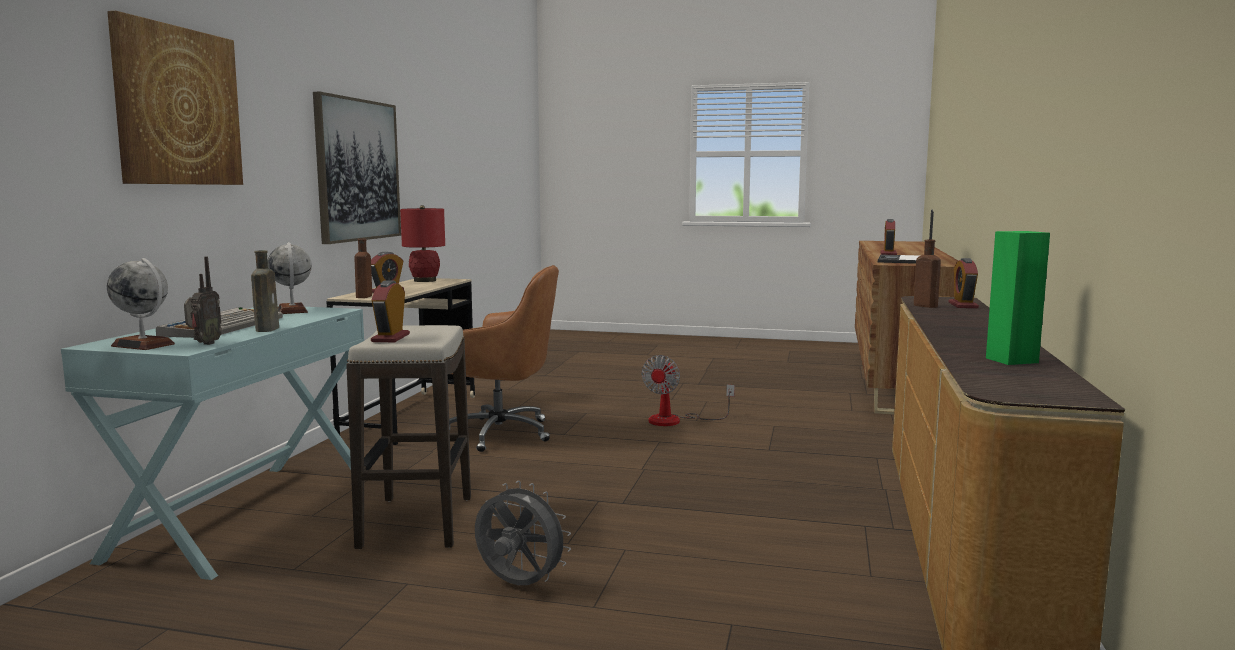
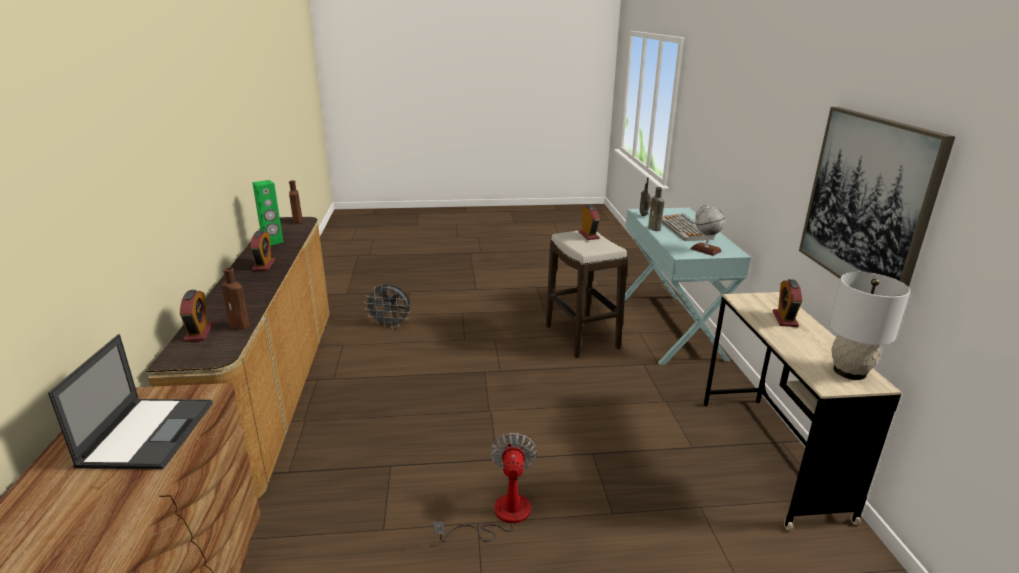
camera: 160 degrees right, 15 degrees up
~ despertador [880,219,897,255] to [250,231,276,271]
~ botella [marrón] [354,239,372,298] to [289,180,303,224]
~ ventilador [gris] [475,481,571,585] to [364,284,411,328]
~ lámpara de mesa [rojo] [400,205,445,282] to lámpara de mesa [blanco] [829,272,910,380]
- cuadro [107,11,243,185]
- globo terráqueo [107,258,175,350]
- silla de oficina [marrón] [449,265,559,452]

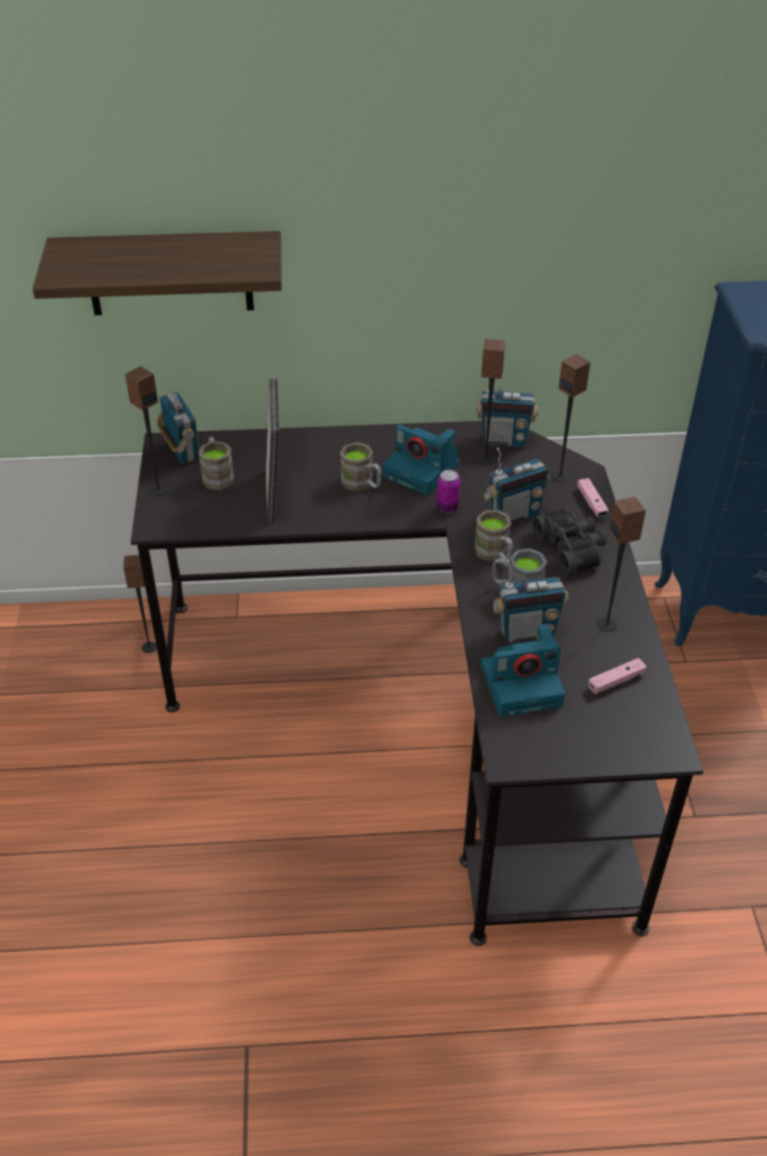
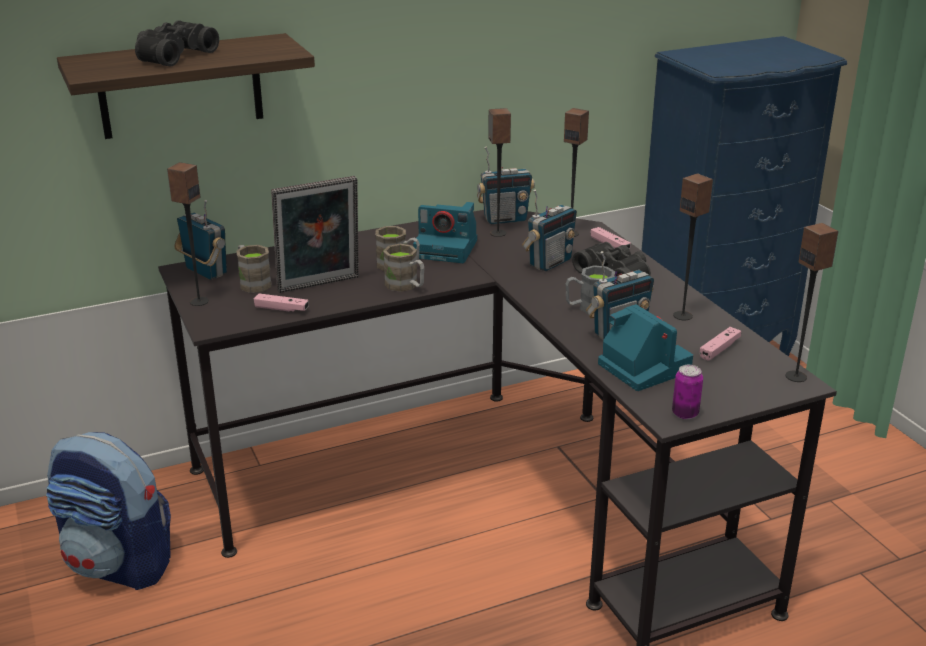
camera: 20 degrees left, 15 degrees down
+ mochila [46,432,171,590]
+ prismáticos [negro] [135,20,219,67]
+ mando de consola [rosa] [254,293,309,312]
~ portarretratos [266,379,279,522] = [271,176,359,293] 90 degrees clockwise
~ taza grande [marrón] [474,510,513,562] to [383,244,425,292]
~ cámara [481,624,565,717] = [598,304,693,391] 90 degrees counterclockwise
~ lata [437,470,460,513] to [672,365,703,419]
~ altavoz [123,555,157,653] to [785,223,839,382]

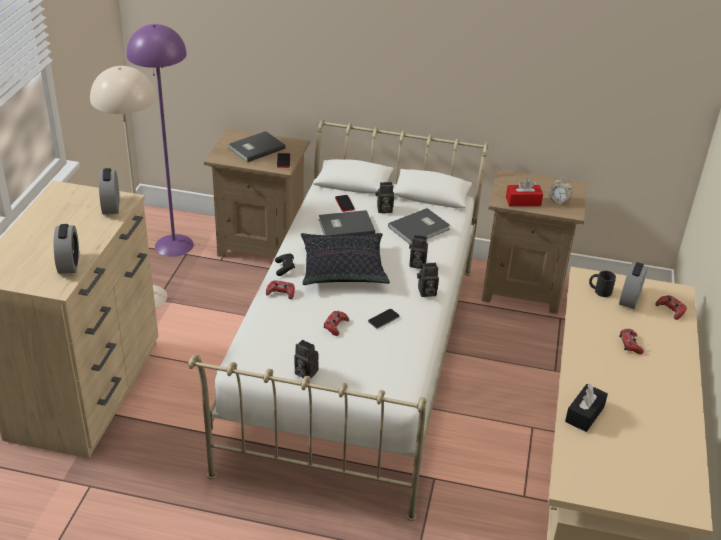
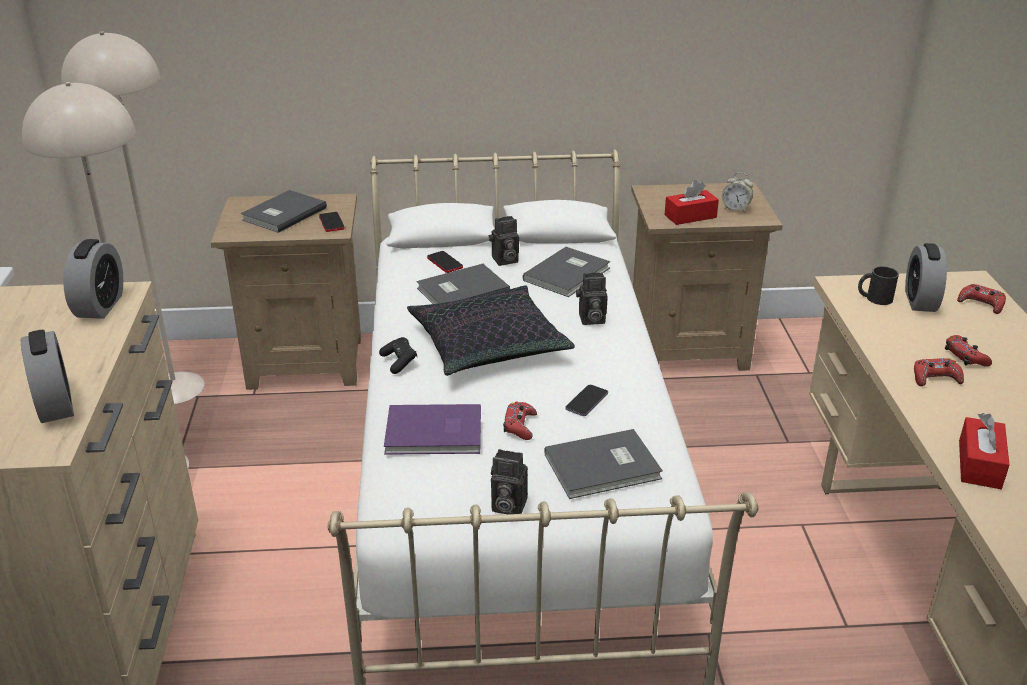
camera: 15 degrees left, 5 degrees down
~ lámpara de pie [morado] [126,24,194,257] to lámpara de pie [beis] [61,32,205,404]
~ despertador [99,168,120,214] = [63,239,123,319] 150 degrees counterclockwise
+ libro [morado] [384,404,481,455]
+ libro [gris] [544,429,663,499]
~ mando de consola [rojo] [266,281,295,299] to [914,358,964,386]
~ caja de pañuelos [negro] [565,384,608,432] to caja de pañuelos [rojo] [959,413,1009,489]
- cámara [417,263,439,297]

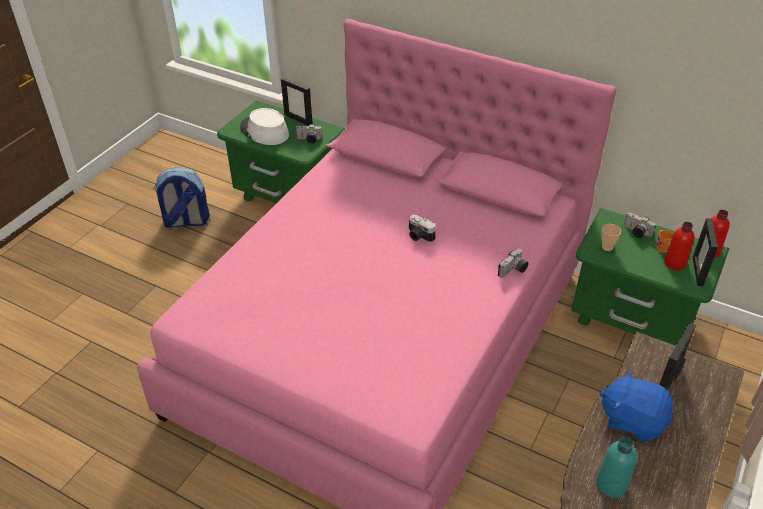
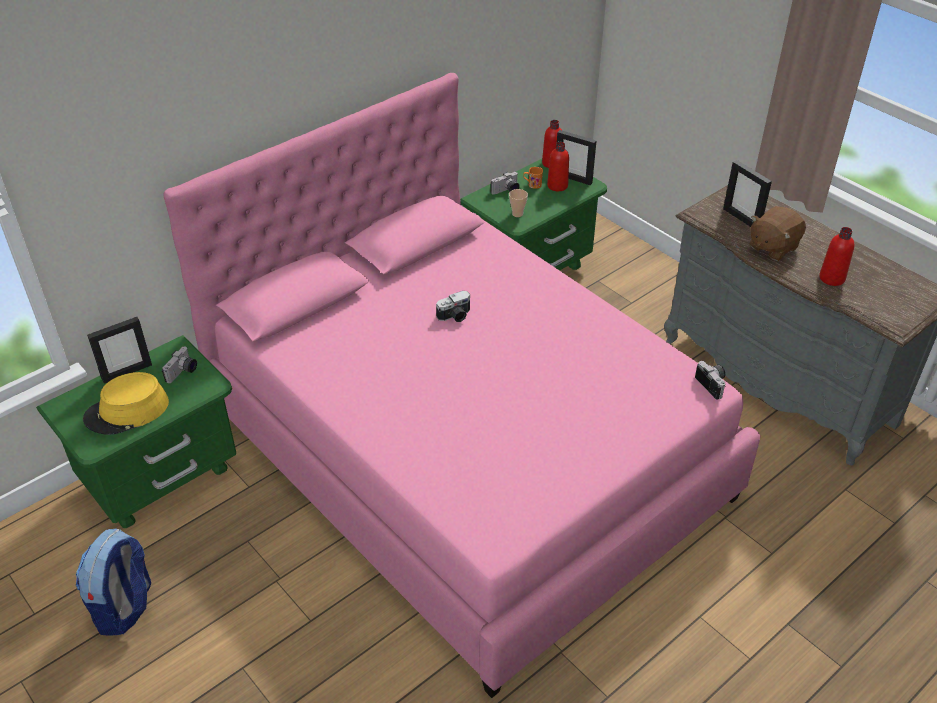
camera: 70 degrees left, 0 degrees up
~ sombrero [blanco] [240,108,289,145] to sombrero [amarillo] [83,372,169,435]
~ cámara [498,248,528,278] to [695,361,726,400]
~ peluche [azul] [599,370,673,442] to peluche [marrón] [749,206,806,261]
~ botella [turquesa] [596,437,637,498] to botella [rojo] [819,227,854,286]

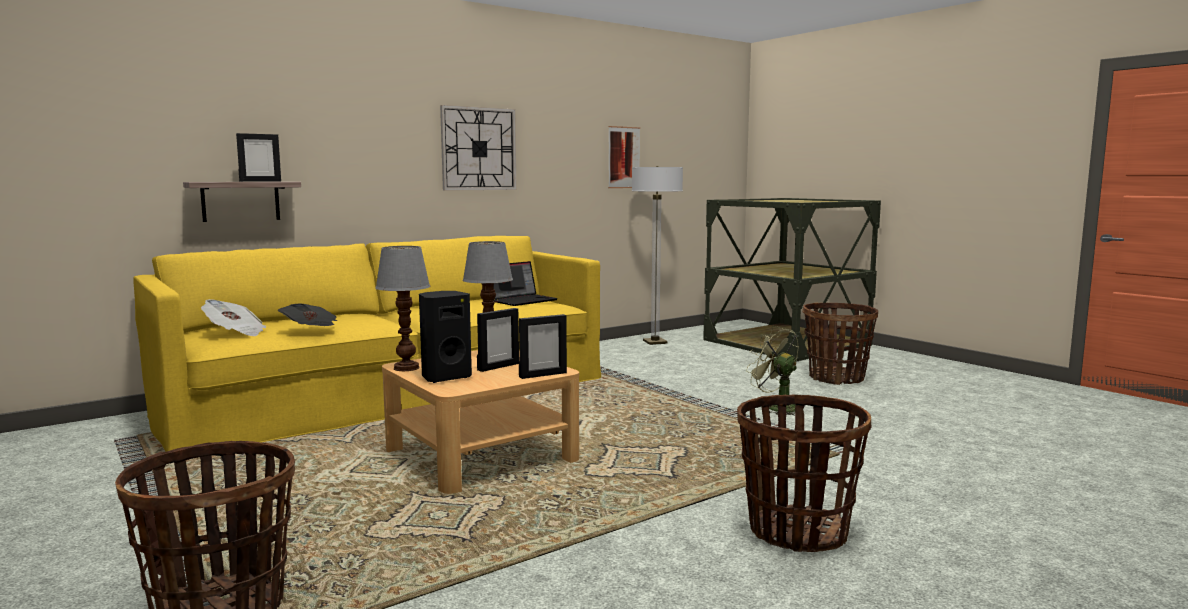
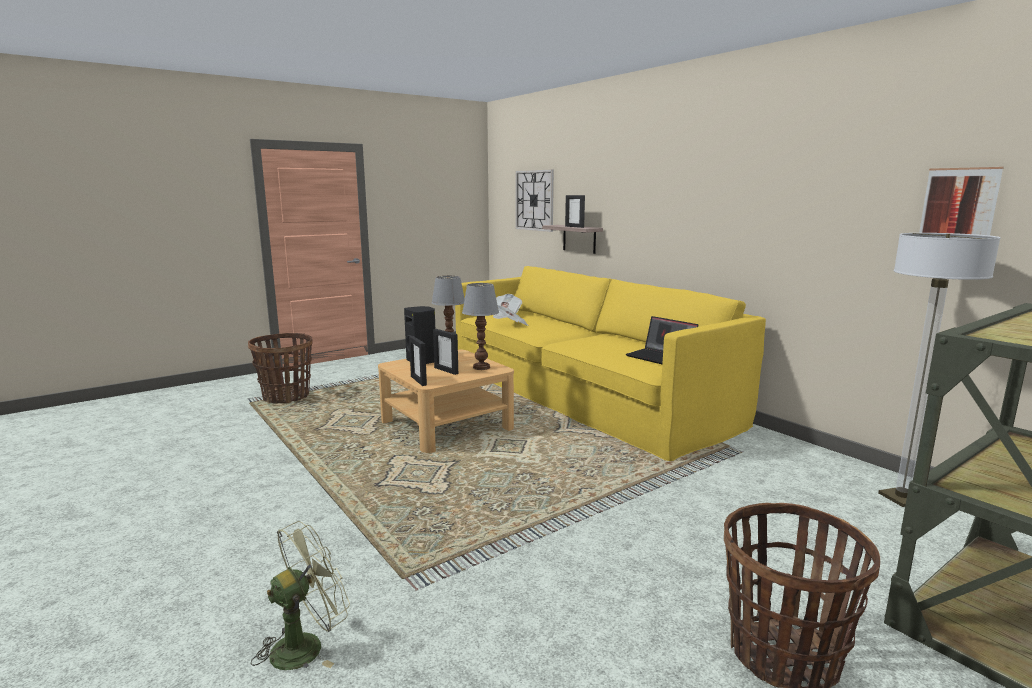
camera: 90 degrees right, 5 degrees up
~ ventilador [verde] [746,326,799,415] to [251,521,350,670]
~ reloj de pared [440,105,517,191] to [515,170,554,232]
- cesta [737,395,871,552]

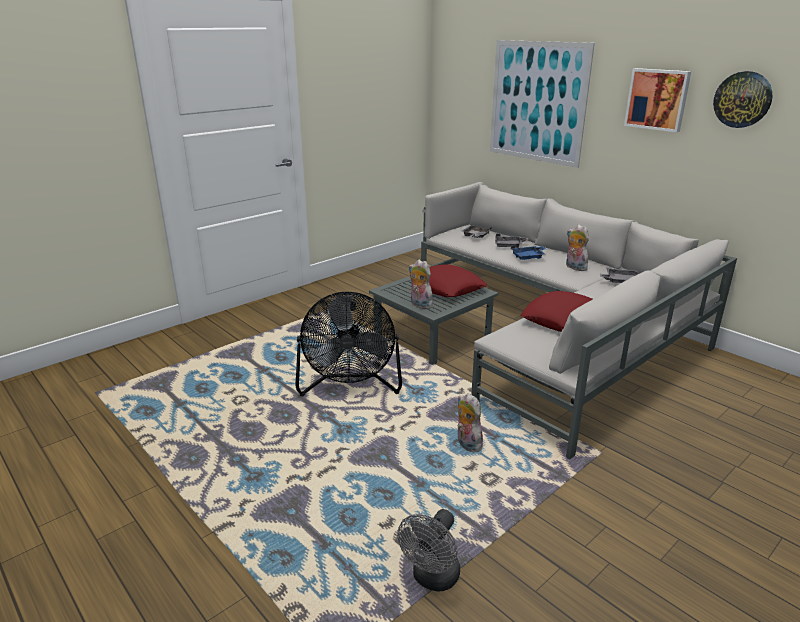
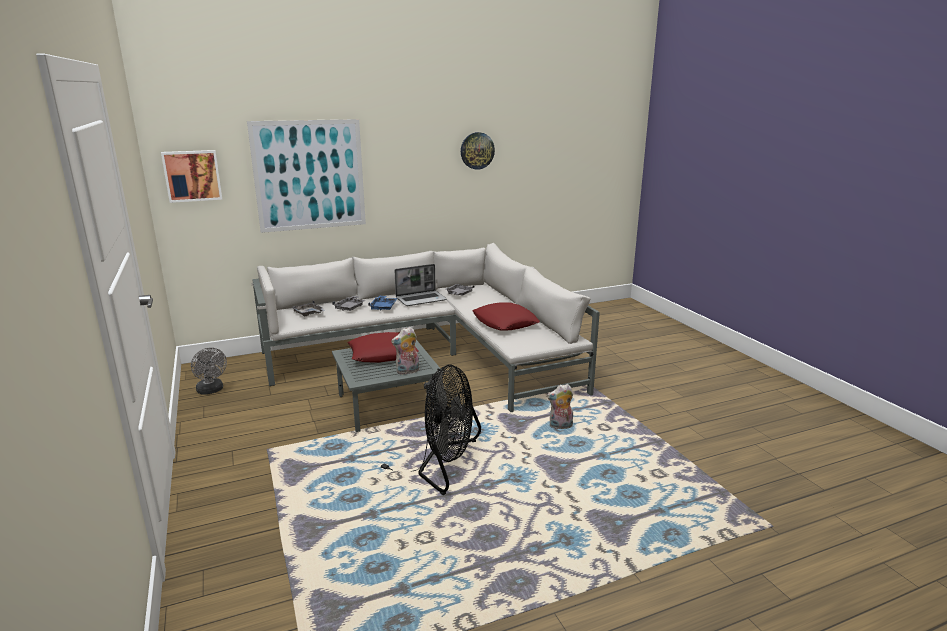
camera: 70 degrees left, 5 degrees down
~ cuadro [624,68,691,132] to [161,150,222,203]
~ ventilador [gris] [397,509,460,592] to [191,348,227,395]
~ peluche [566,224,589,271] to portátil [395,264,447,306]

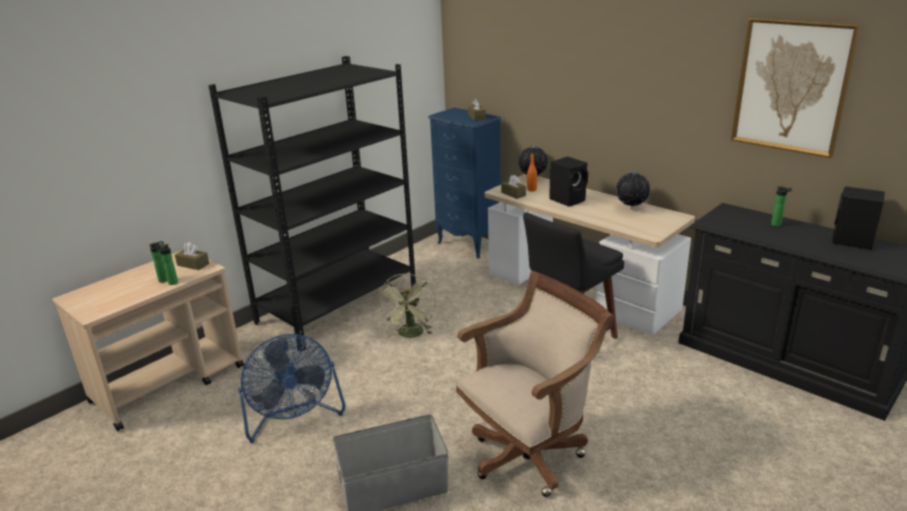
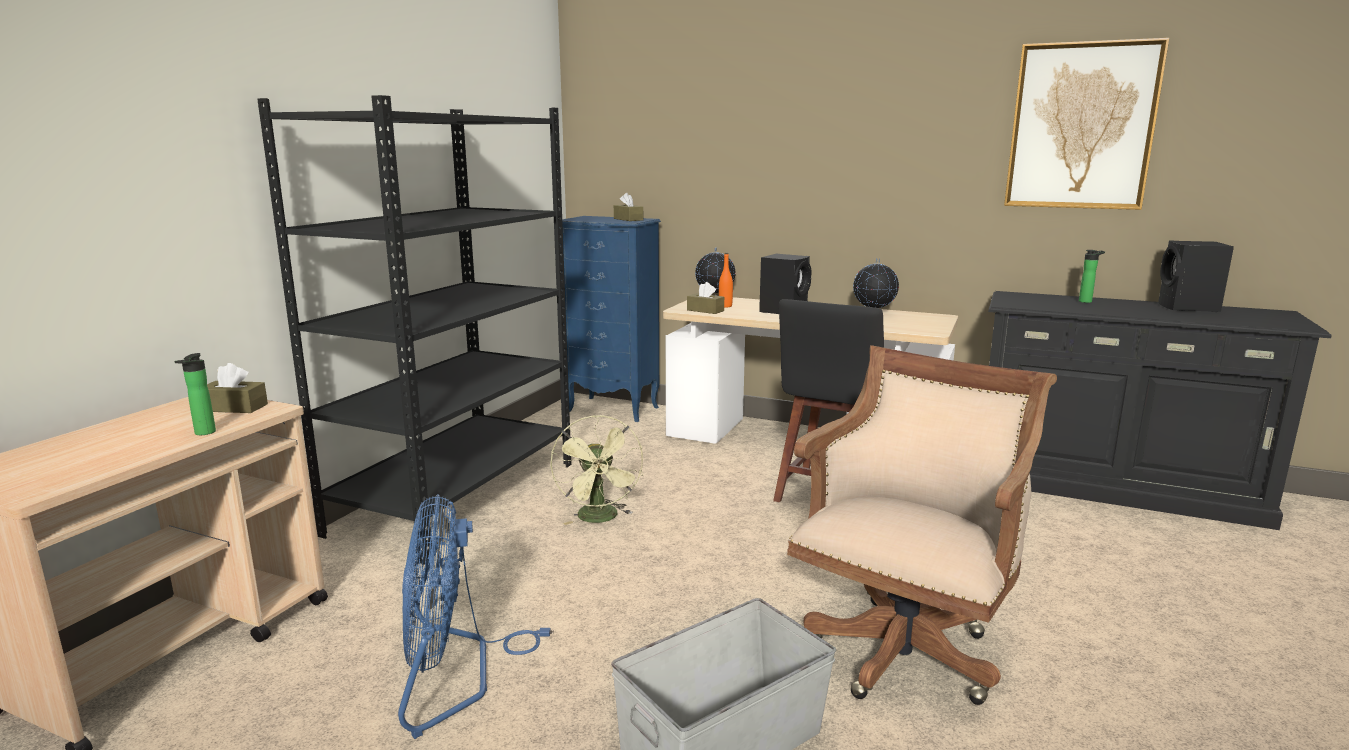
camera: 20 degrees left, 10 degrees down
~ ventilador [azul] [238,334,345,443] = [398,494,554,739] 120 degrees clockwise
- botella [149,241,167,282]

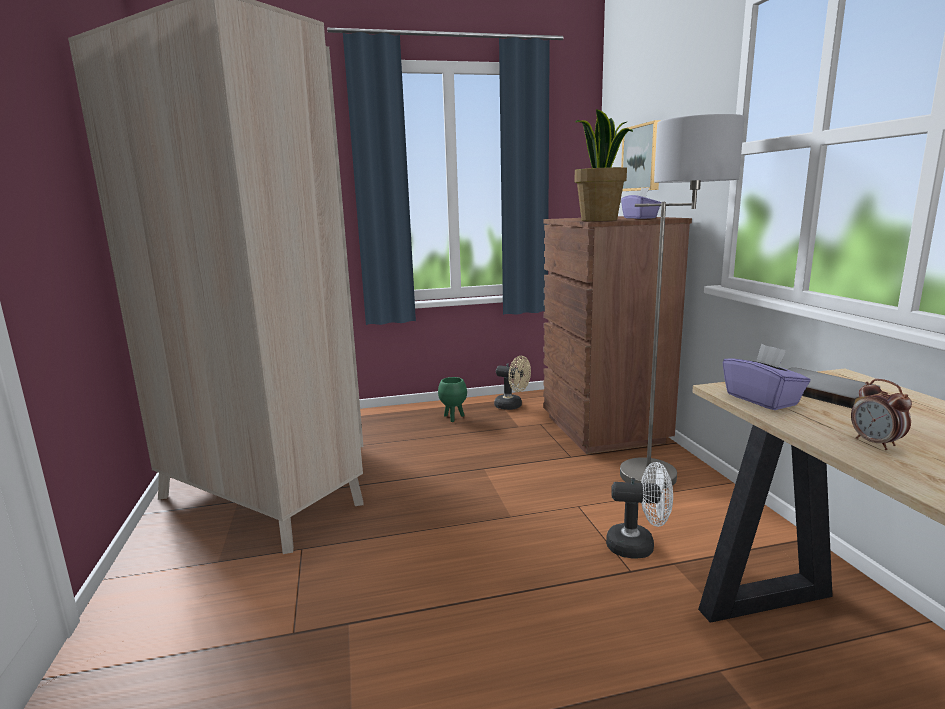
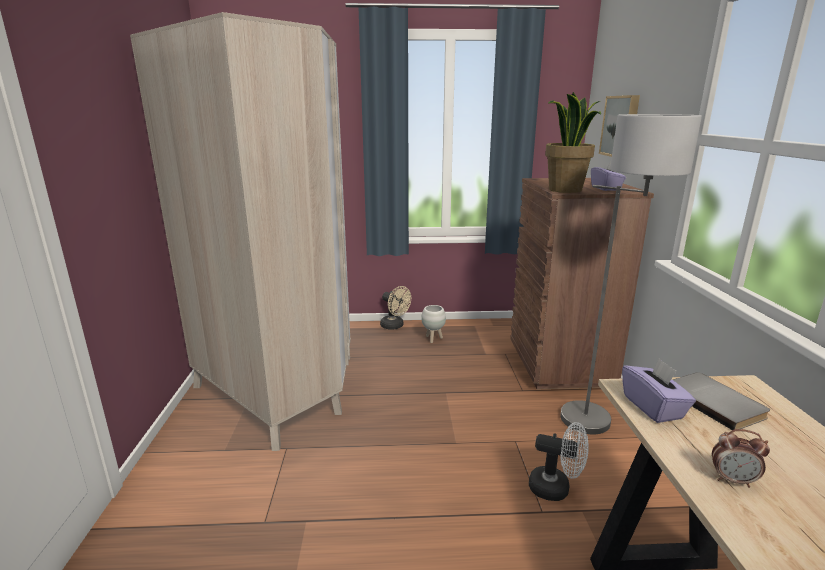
camera: 10 degrees right, 5 degrees up
~ ventilador [beis] [494,356,531,410] to [380,286,411,330]
~ maceta [verde] [438,377,467,422] to maceta [blanco] [421,305,446,343]
~ despertador [851,379,912,450] = [712,429,770,488] 60 degrees counterclockwise

